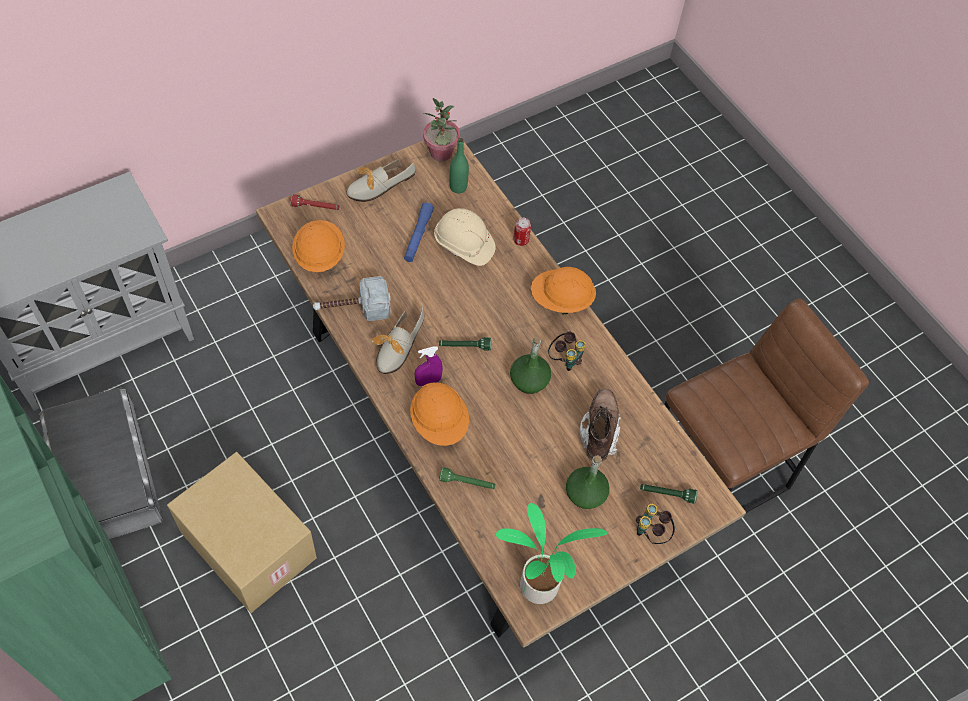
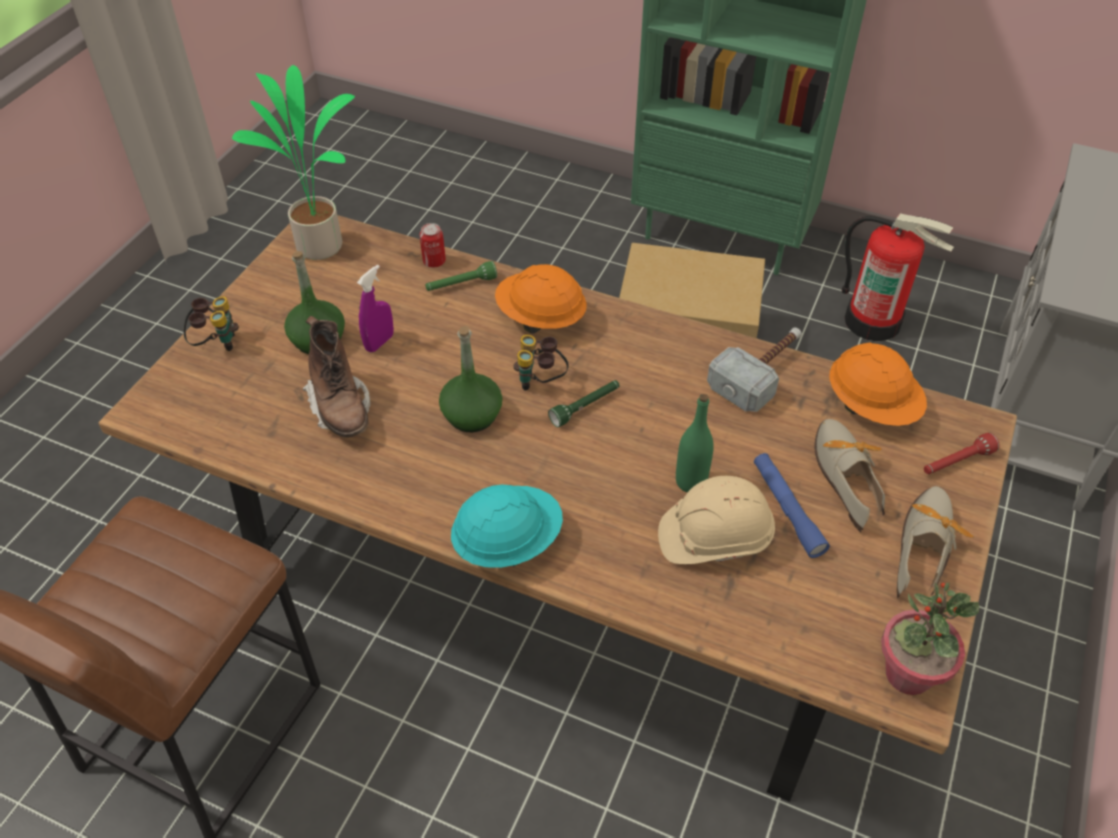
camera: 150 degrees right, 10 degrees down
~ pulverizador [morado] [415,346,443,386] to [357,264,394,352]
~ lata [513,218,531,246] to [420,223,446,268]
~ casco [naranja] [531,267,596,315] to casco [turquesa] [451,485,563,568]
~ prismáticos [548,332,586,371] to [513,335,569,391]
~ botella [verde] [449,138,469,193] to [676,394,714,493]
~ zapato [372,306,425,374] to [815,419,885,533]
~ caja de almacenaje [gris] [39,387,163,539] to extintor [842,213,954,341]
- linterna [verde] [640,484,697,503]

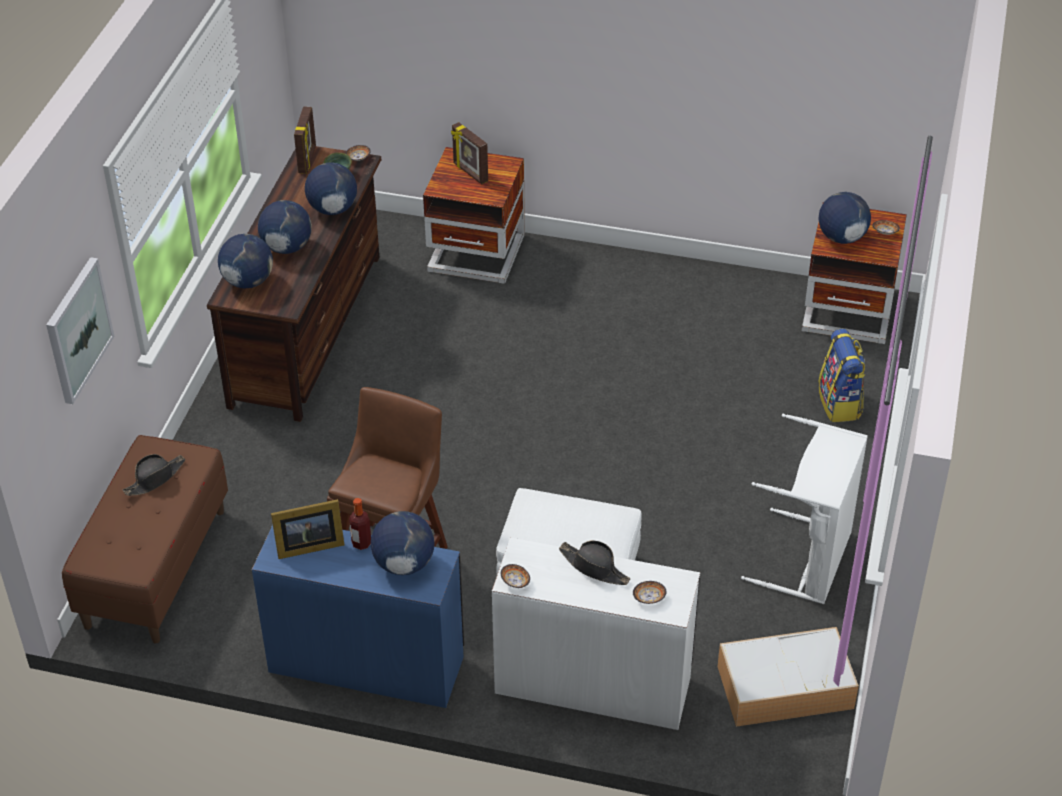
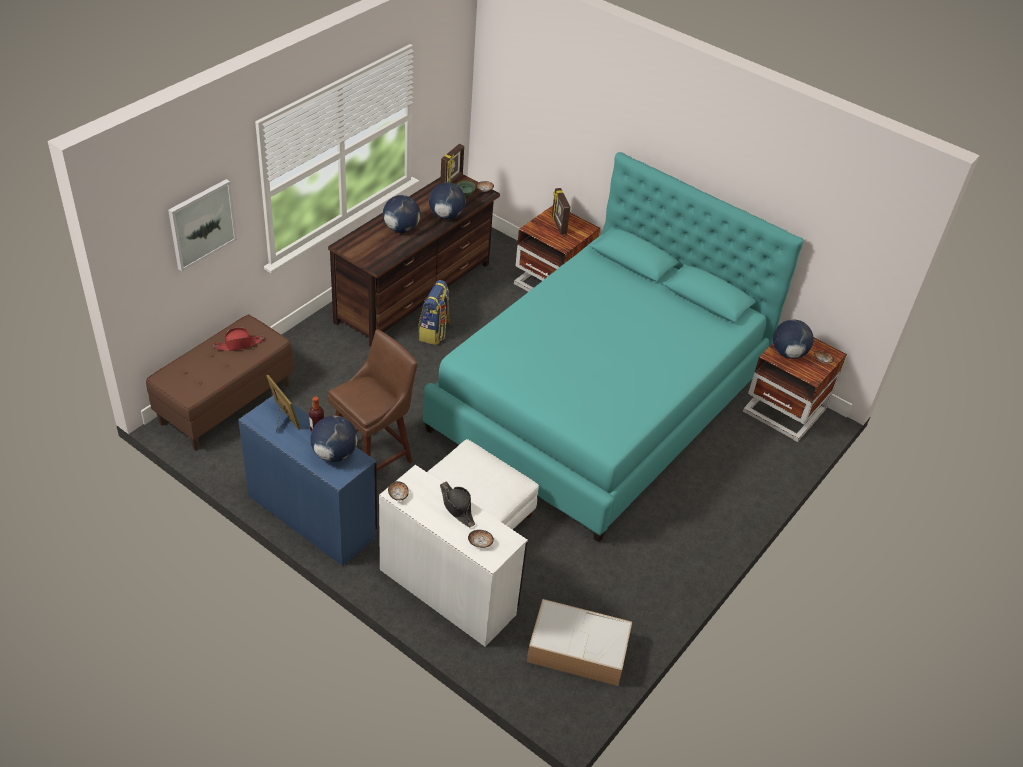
camera: 20 degrees right, 0 degrees up
~ sombrero [negro] [123,454,185,496] to sombrero [rojo] [213,327,264,351]
~ portarretratos [271,499,344,559] = [266,375,300,434] 135 degrees counterclockwise
~ mochila [818,329,865,422] to [418,280,451,345]
+ cama [turquesa] [423,152,804,542]
- globo terráqueo [218,234,273,288]
- cesto de la ropa [blanco] [741,414,868,604]

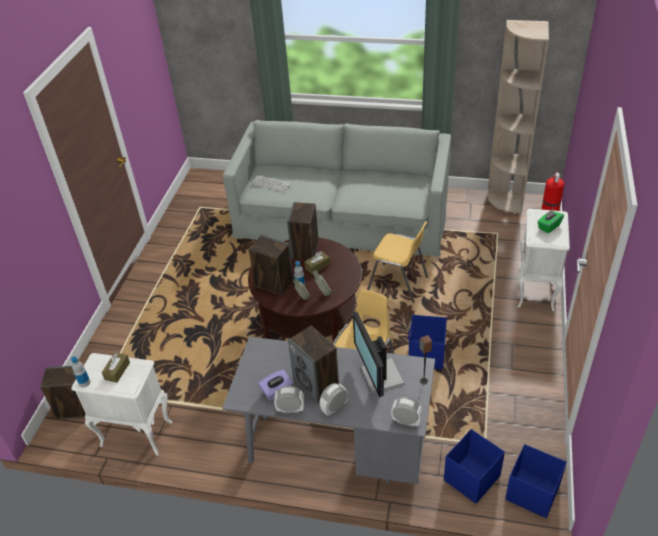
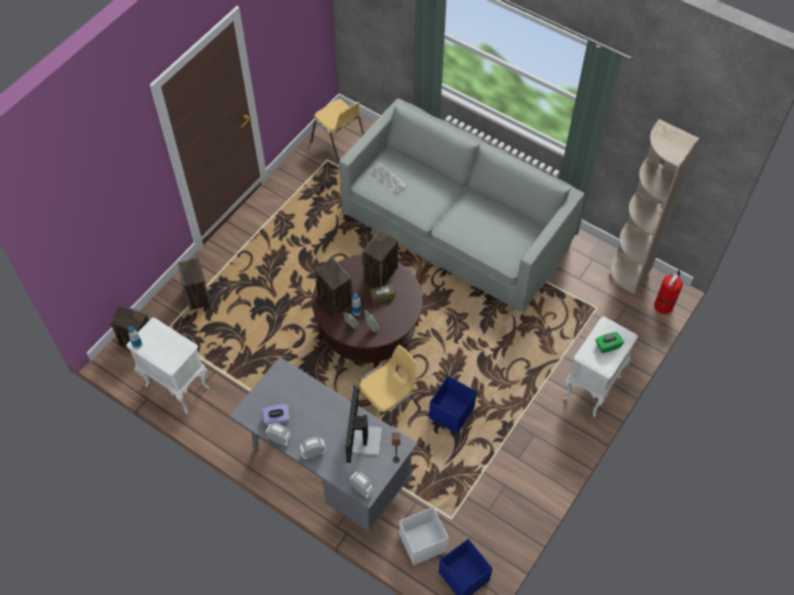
camera: 20 degrees right, 15 degrees up
~ altavoz [288,326,339,404] to [178,258,211,310]
~ silla [amarillo] [367,221,428,303] to [311,99,364,164]
~ caja de almacenaje [azul] [444,429,505,504] to caja de almacenaje [blanco] [399,507,449,565]
- caja de pañuelos [marrón] [102,352,130,383]

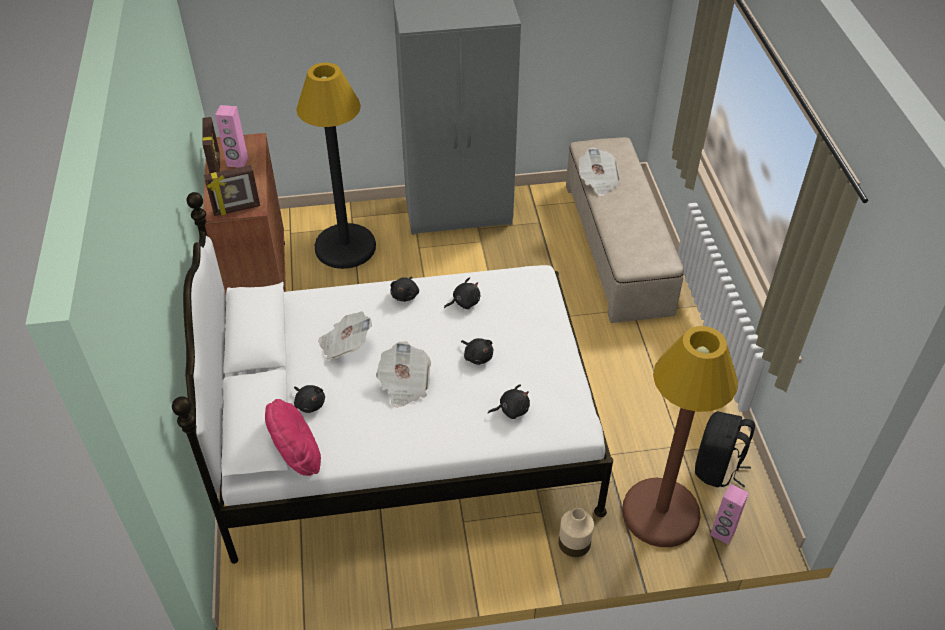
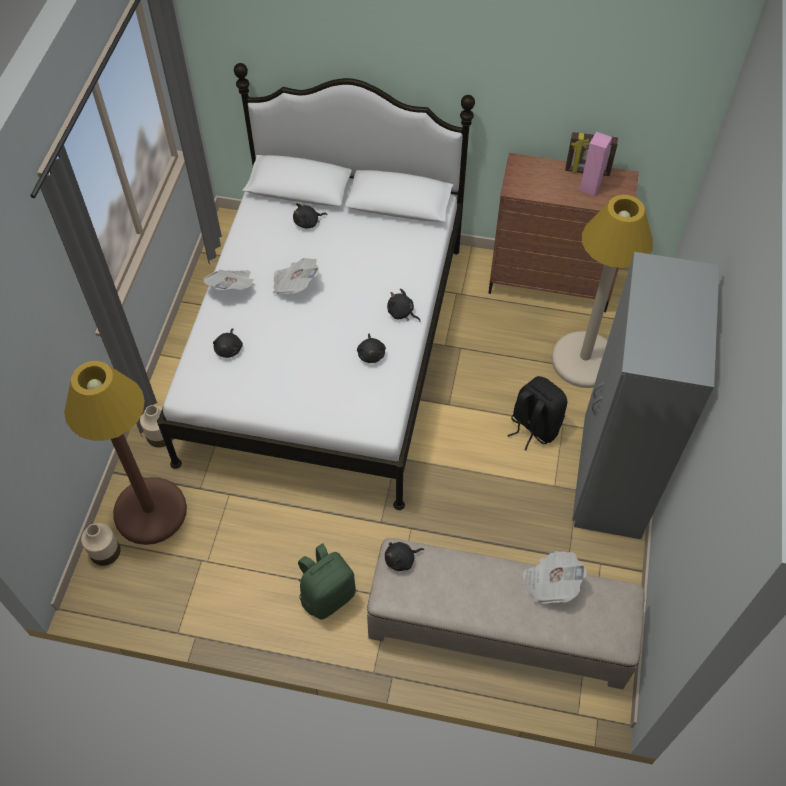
camera: 110 degrees right, 10 degrees up
~ altavoz [rosa] [710,484,749,544] to florero [beis] [81,523,121,566]
~ periódico [318,311,372,360] to [203,270,254,290]
+ mochila [verde] [298,543,356,620]
~ peluche [negro] [461,338,493,365] to [385,542,424,571]
~ mochila [negro] [695,412,755,487] to [507,376,567,450]
~ lámpara de pie [negro] [296,63,376,269] to lámpara de pie [beis] [551,195,653,388]
- portarretratos [204,165,260,216]
- cojín [rosa] [265,399,321,476]

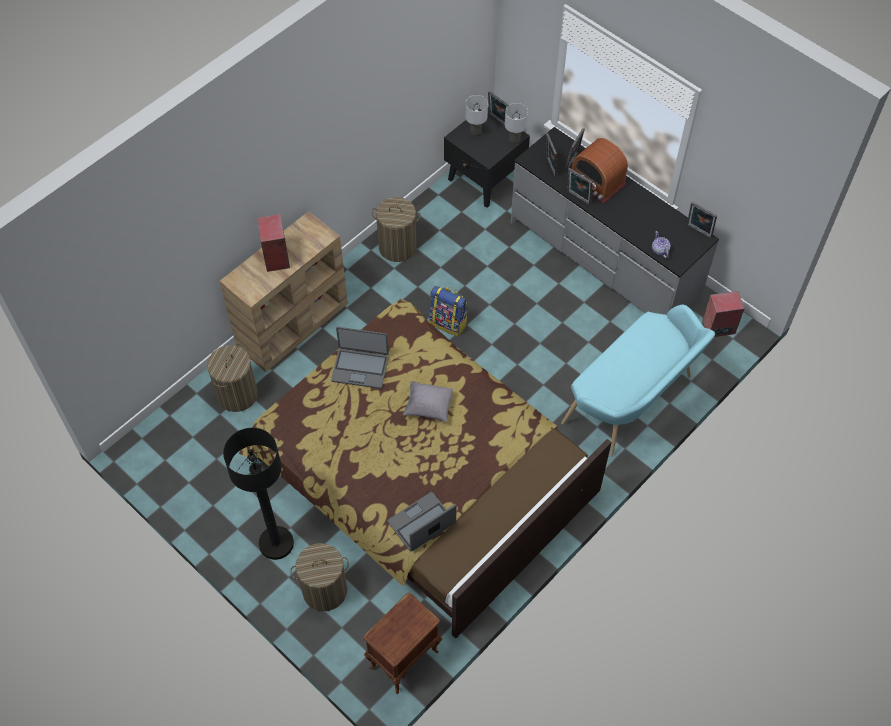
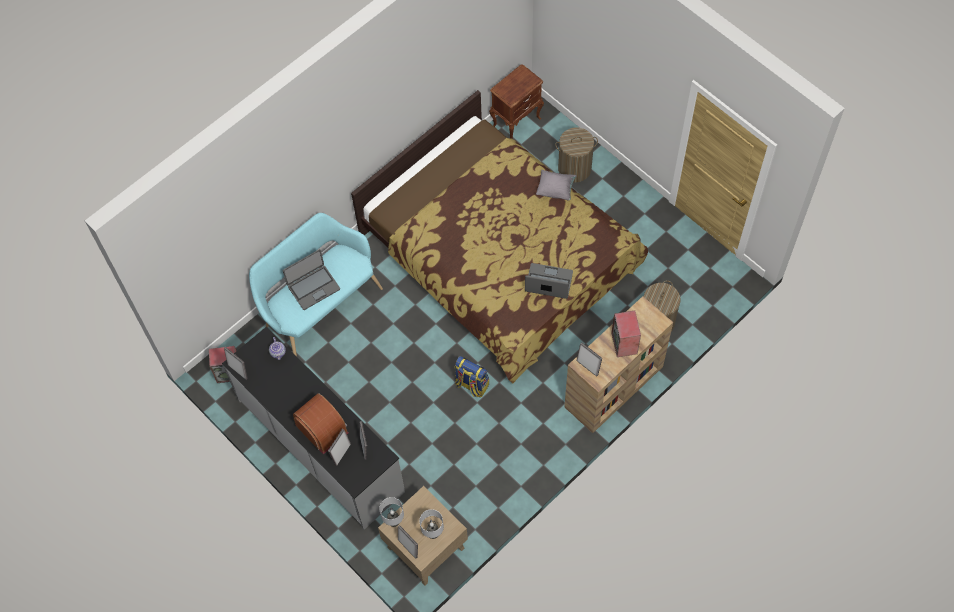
camera: 175 degrees left, 5 degrees up
~ portátil [388,492,457,551] to [283,249,340,310]
~ mesita de noche [negro] [444,107,530,208] to mesita de noche [beis] [378,486,468,586]
~ cojín [gris] [403,381,453,422] to [536,170,576,200]
~ portarretratos [567,168,593,205] to [577,342,602,376]
- lámpara de pie [negro] [223,428,294,560]
- cesto de la ropa [372,197,421,262]

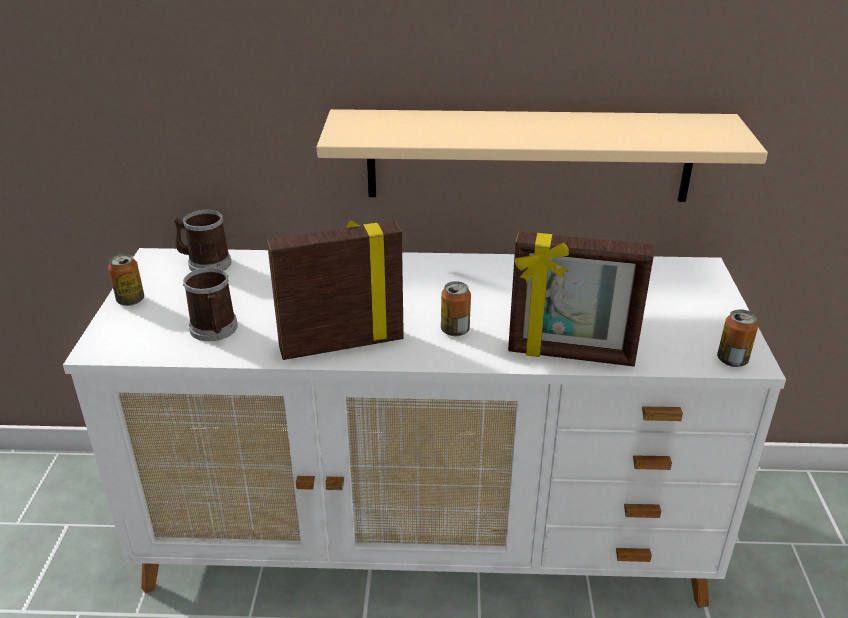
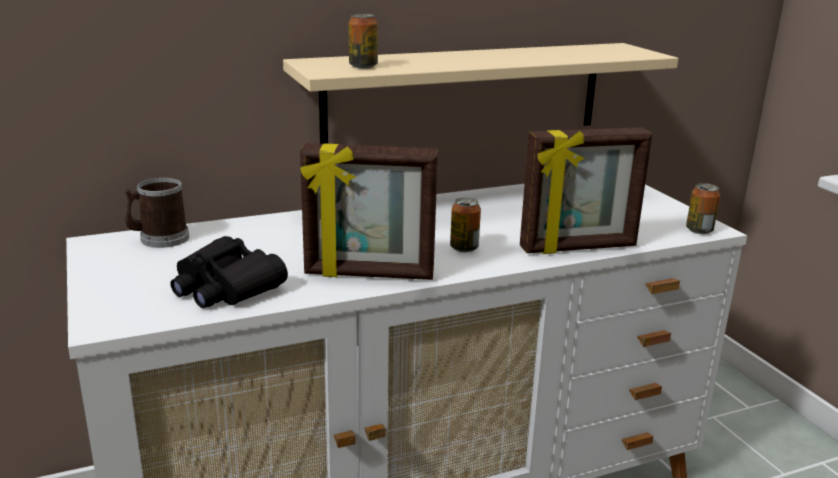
camera: 25 degrees left, 10 degrees down
~ taza grande [183,268,238,341] to prismáticos [negro] [170,236,288,308]
~ portarretratos [267,220,404,360] = [300,143,438,280] 135 degrees counterclockwise
~ lata [108,254,144,306] to [348,14,378,68]

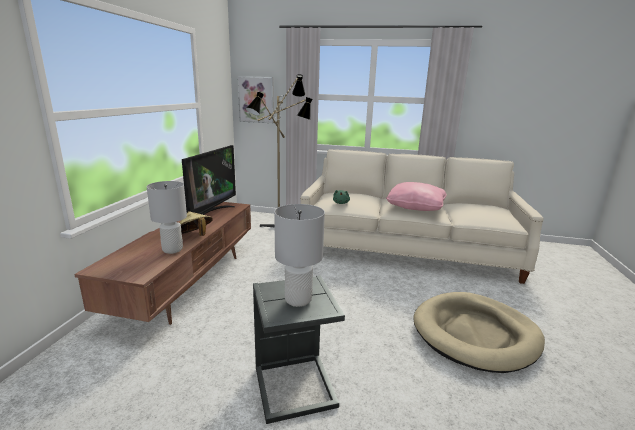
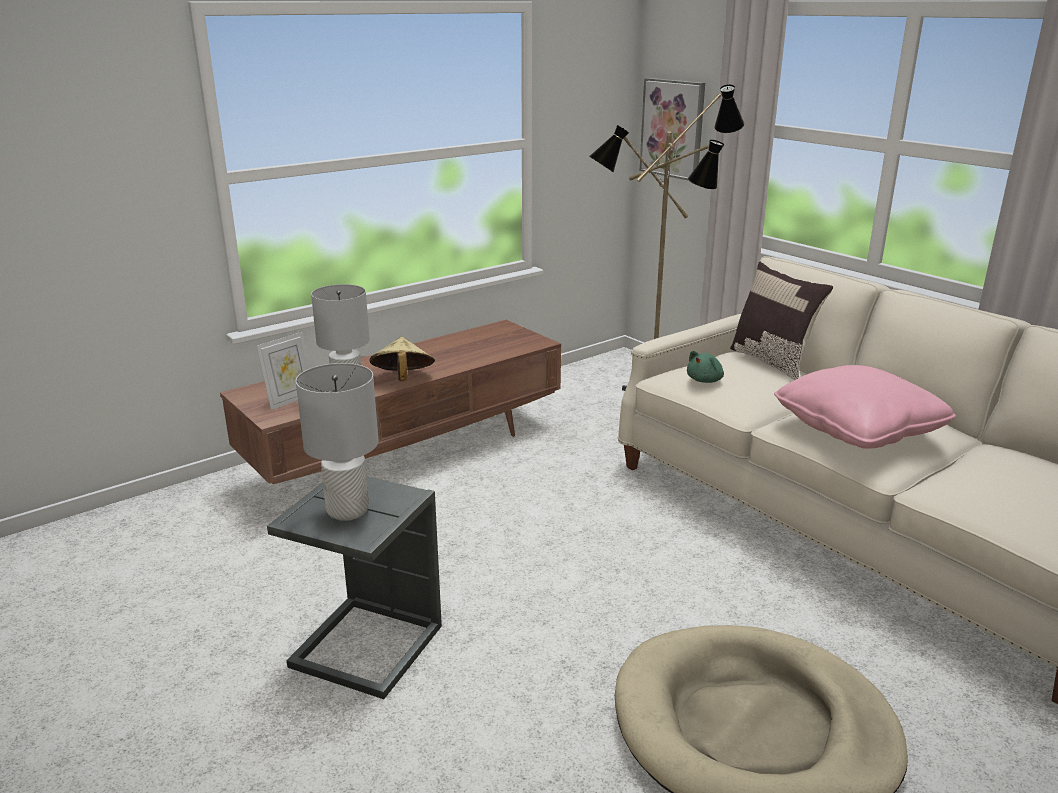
camera: 40 degrees right, 5 degrees up
+ portarretratos [257,332,310,410]
+ cojín [730,262,833,380]
- televisor [182,145,236,215]

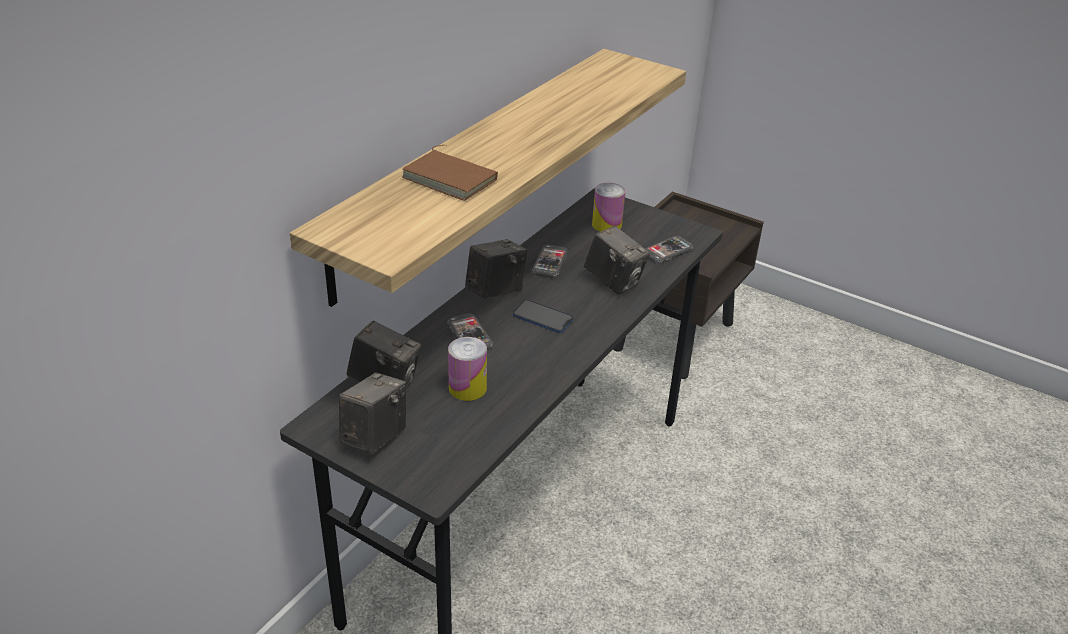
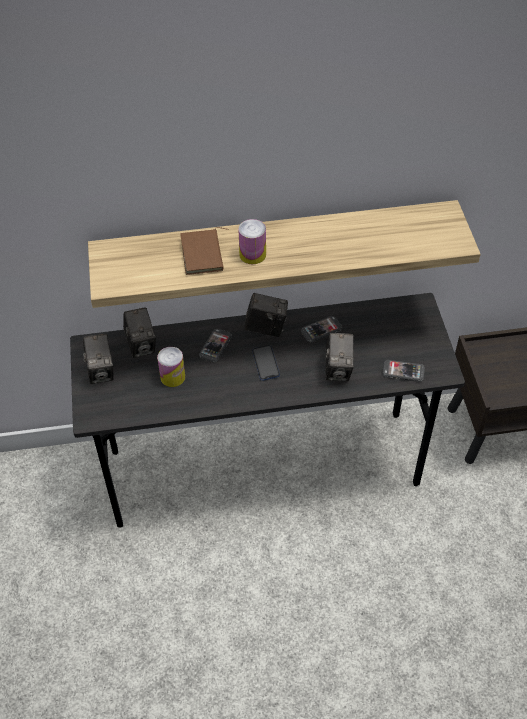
camera: 50 degrees right, 15 degrees up
~ cámara [339,373,406,454] = [83,333,114,384] 90 degrees clockwise
~ lata [592,183,626,232] to [238,219,266,264]

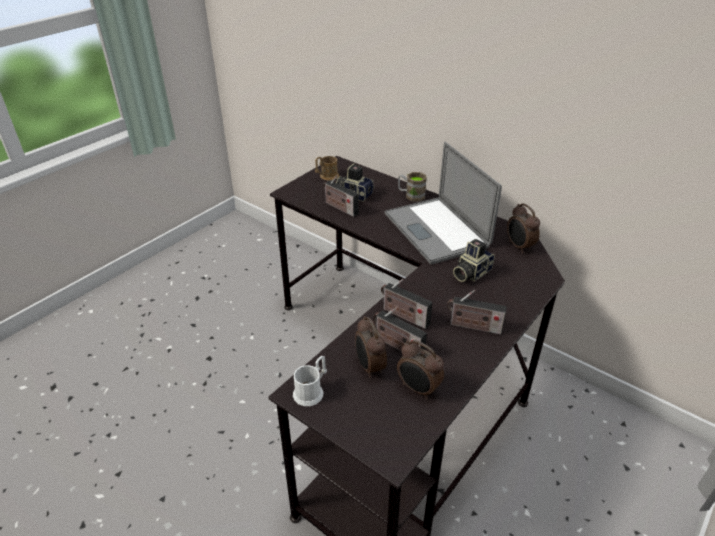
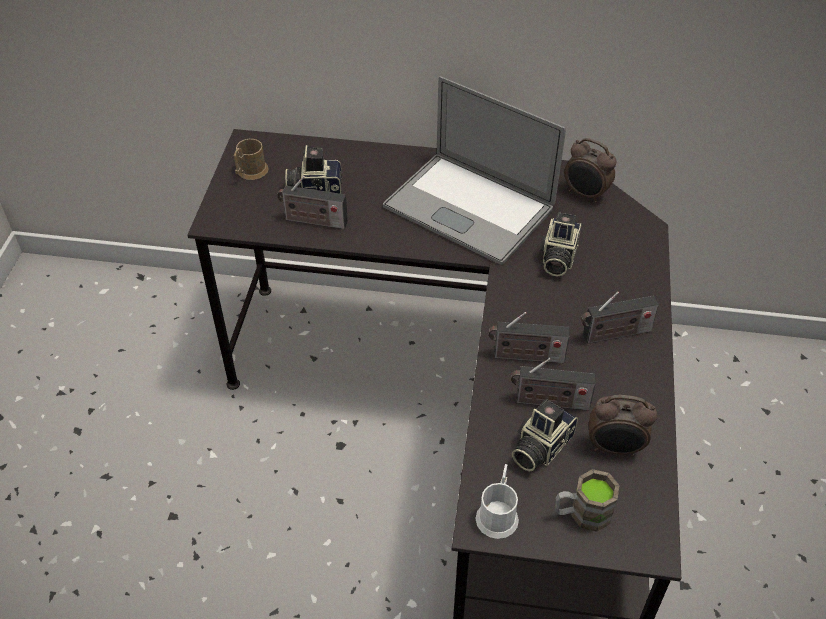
camera: 30 degrees left, 10 degrees up
~ despertador [355,316,387,378] to cámara [512,399,578,472]
~ taza grande [marrón] [398,172,427,201] to [555,469,620,532]

